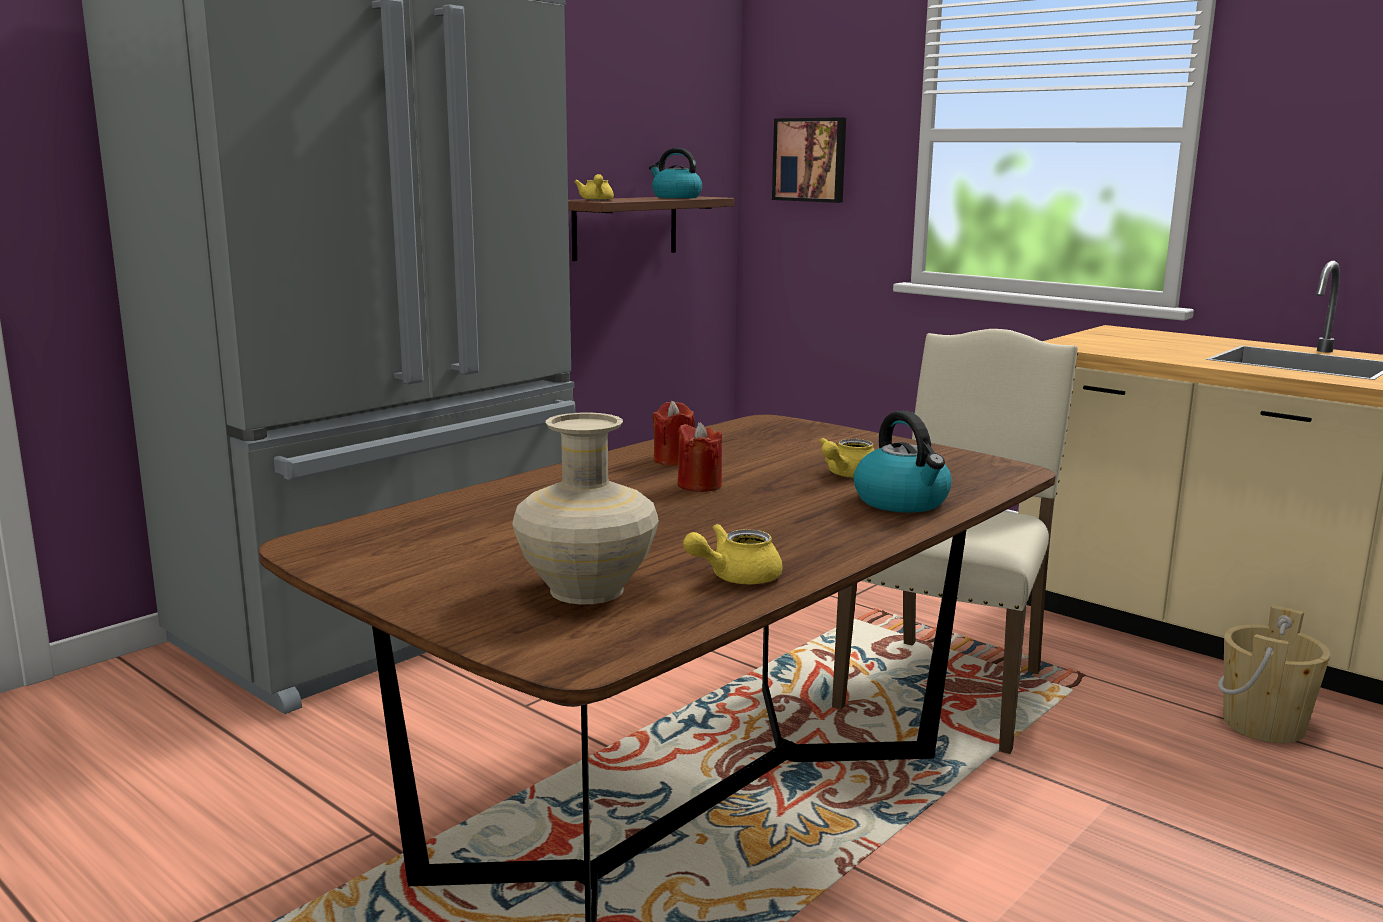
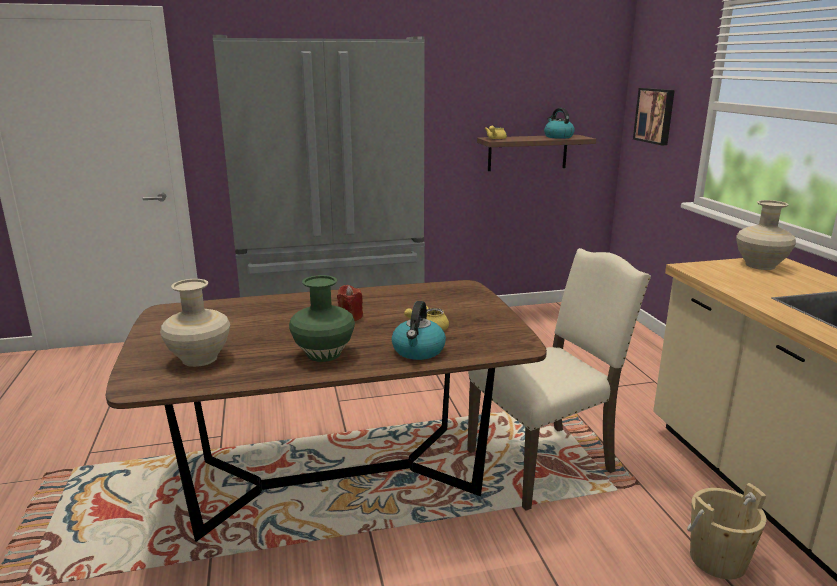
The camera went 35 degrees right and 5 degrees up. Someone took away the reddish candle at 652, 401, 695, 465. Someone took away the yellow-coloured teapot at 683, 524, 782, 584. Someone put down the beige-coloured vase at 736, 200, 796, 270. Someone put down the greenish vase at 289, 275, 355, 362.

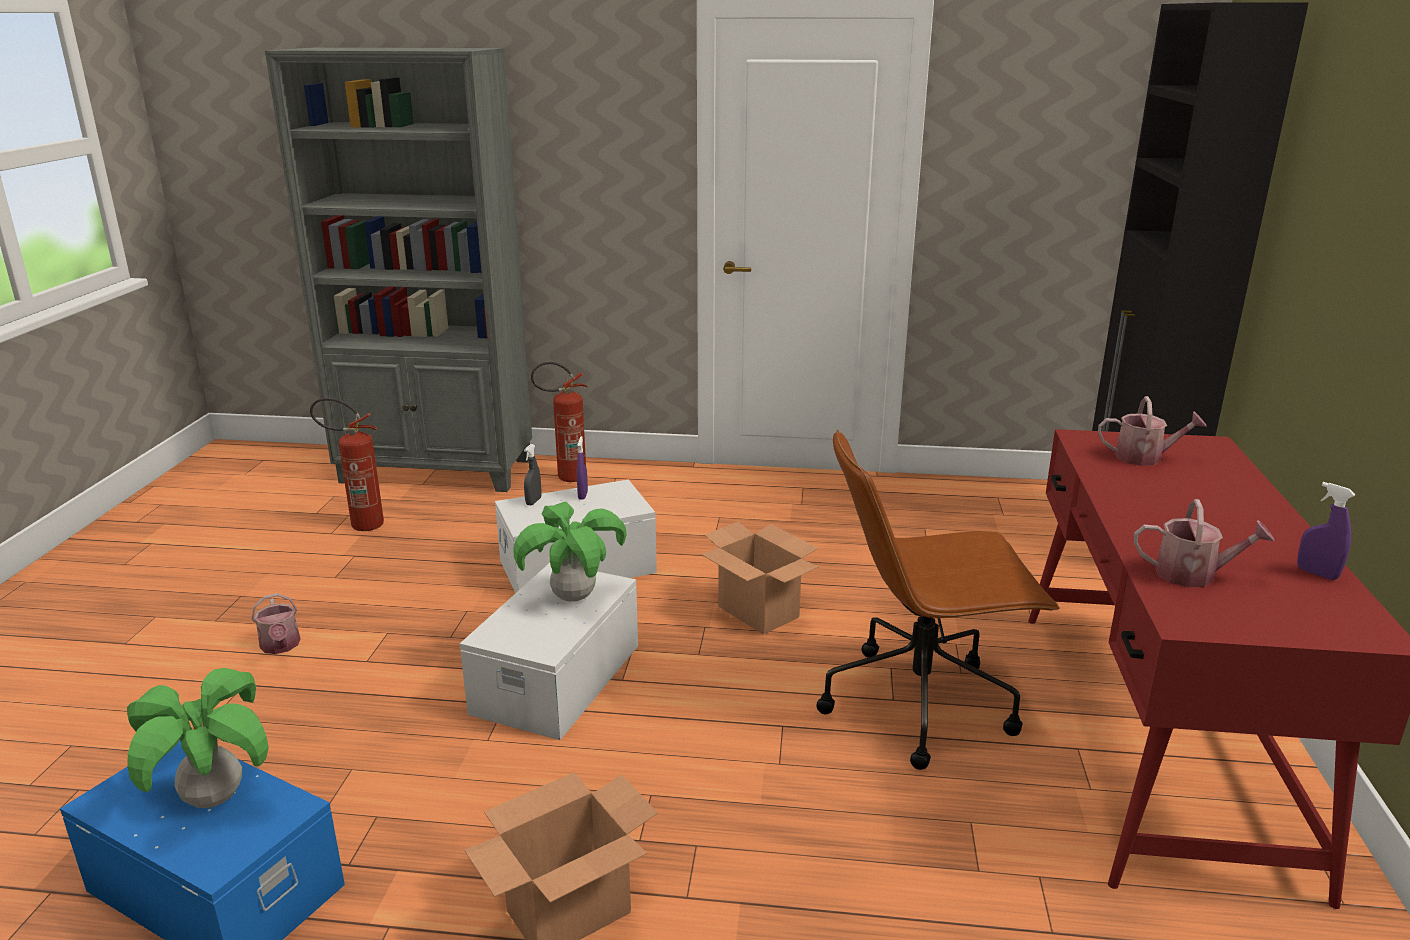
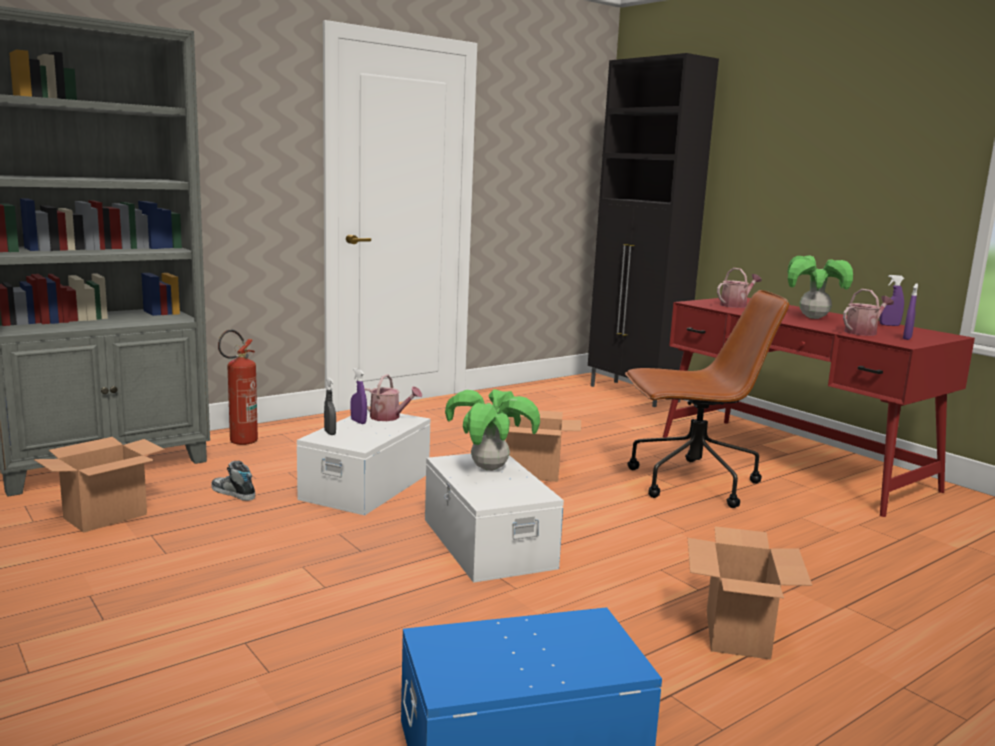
The camera went 45 degrees left and 10 degrees down. Someone swapped the extinguisher at 310, 398, 384, 531 for the cardboard box at 34, 437, 165, 533. Someone rotated the brown-coloured computer chair at 817, 430, 1060, 770 by 135 degrees counterclockwise. Someone carried the watering can from 251, 593, 301, 654 to 364, 374, 422, 421. Someone carried the houseplant from 127, 668, 269, 808 to 788, 256, 853, 319. Someone put down the purple-coloured spray bottle at 903, 283, 918, 340. Someone put down the low shoe at 211, 461, 255, 501.

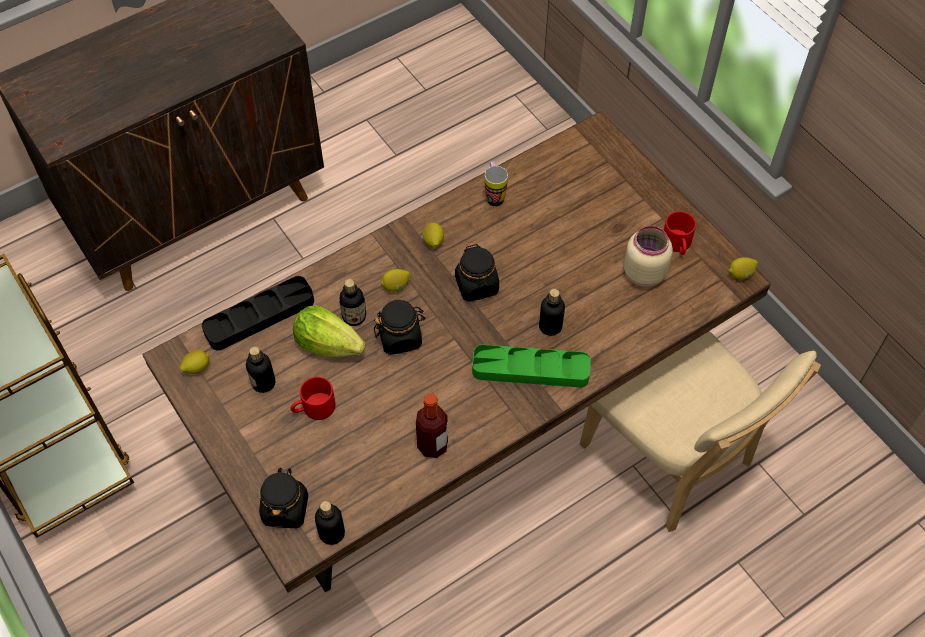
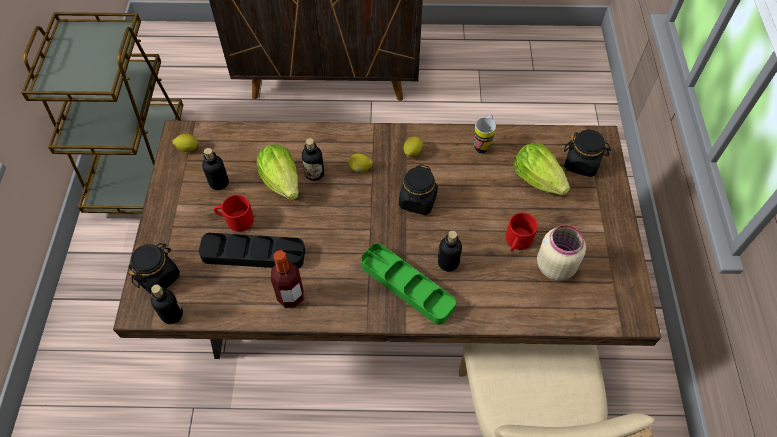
The camera went 35 degrees right and 0 degrees up. Someone carried the reddish tea mug from 664, 211, 696, 255 to 506, 213, 538, 252. Someone took away the lemon at 729, 257, 758, 280. Someone carried the black-coloured tray from 202, 276, 314, 350 to 198, 233, 305, 269. Someone carried the black-coloured jar from 374, 300, 426, 355 to 564, 130, 611, 177. Someone put down the lettuce head at 514, 143, 570, 195.

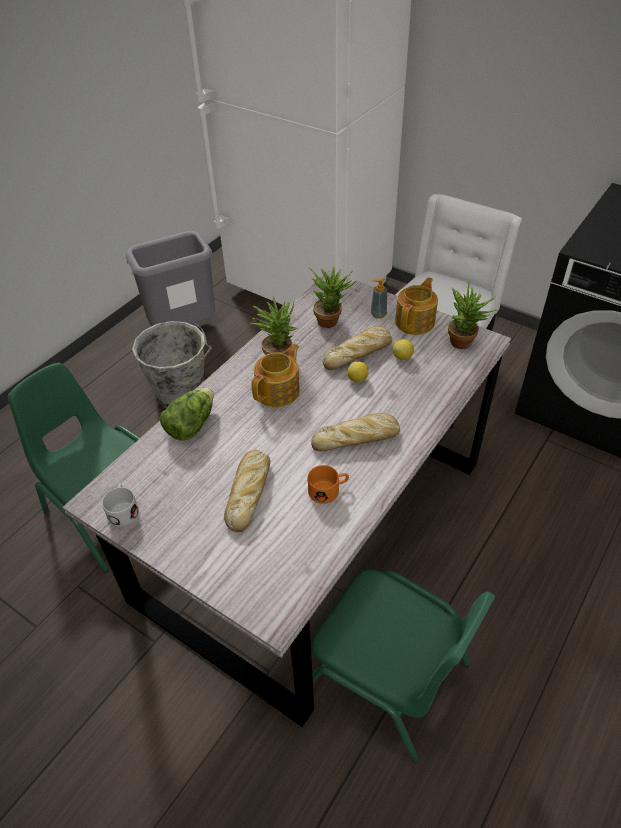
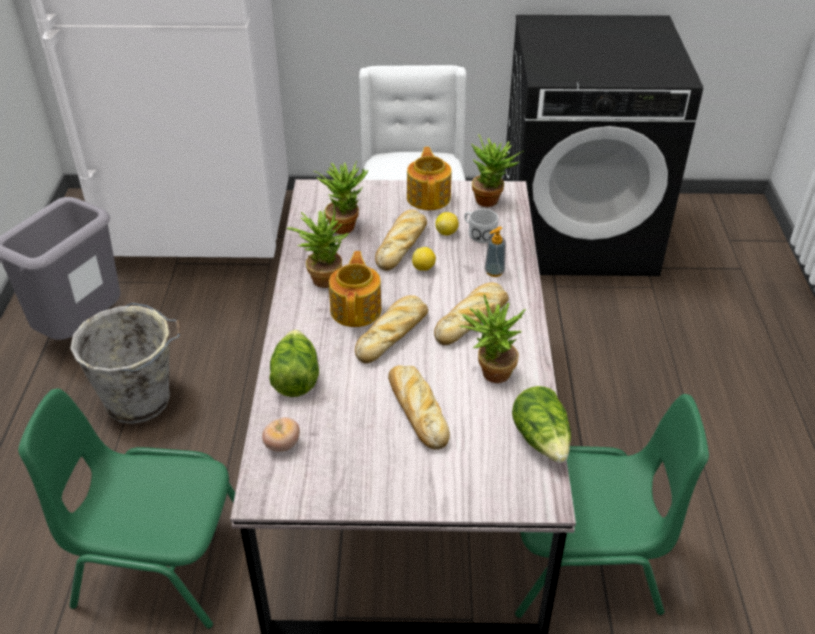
The camera went 35 degrees left and 5 degrees down. Someone carried the soap bottle from 371, 278, 387, 319 to 485, 226, 506, 277. Someone swapped the orange tea mug at 308, 465, 349, 504 for the houseplant at 460, 295, 526, 383. Someone carried the white-coloured tea mug from 102, 484, 139, 527 to 464, 209, 498, 243. Someone put down the bakery bread at 355, 295, 428, 364. Someone put down the lettuce head at 512, 386, 571, 463. Someone put down the tomato at 262, 417, 300, 452.

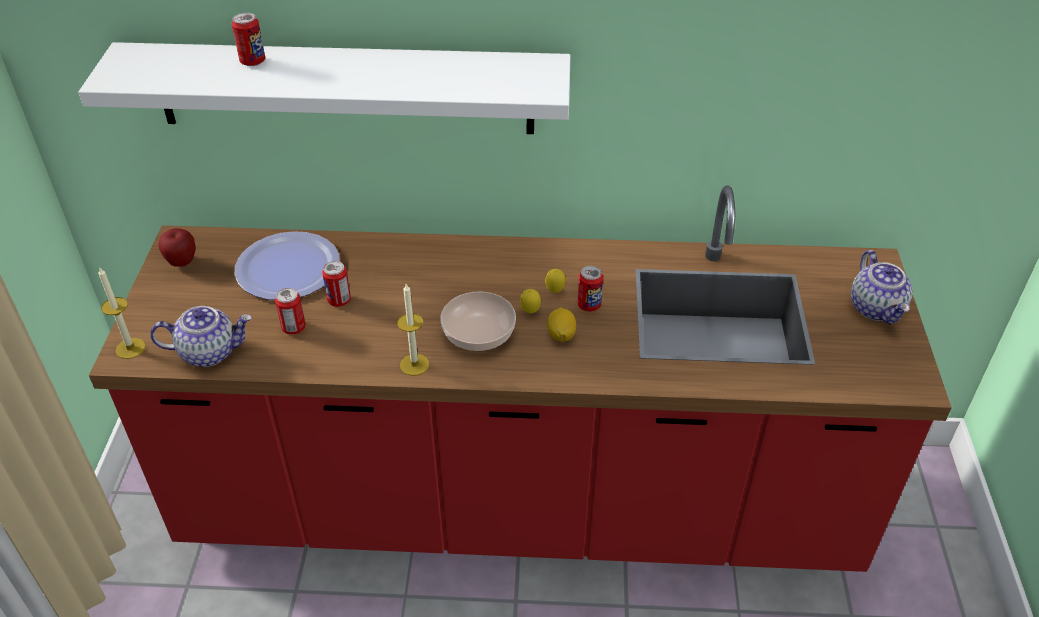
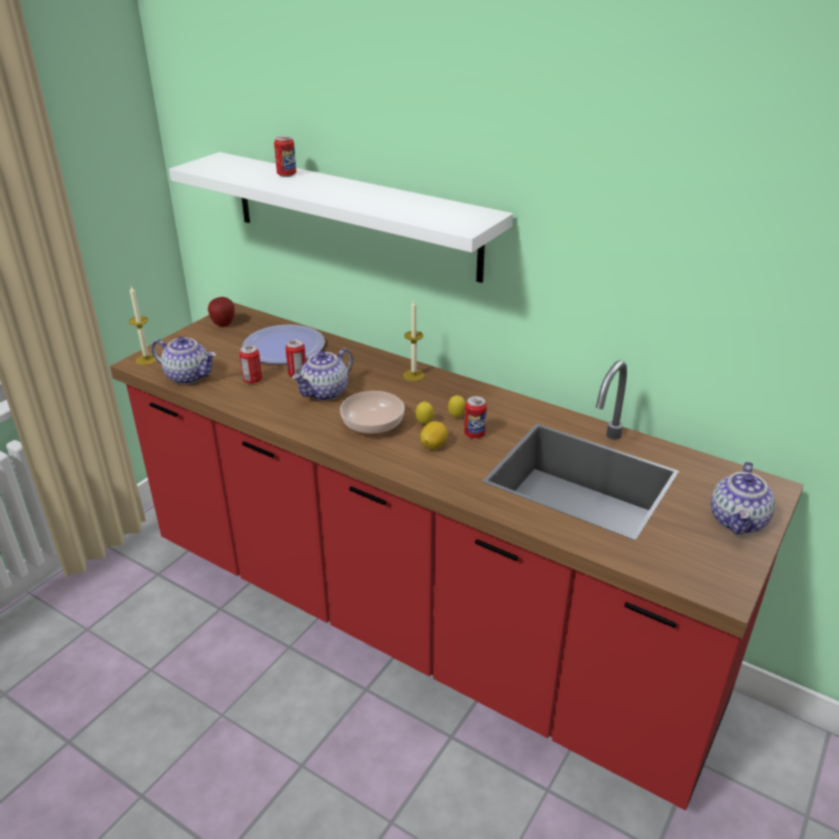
The camera went 30 degrees right and 10 degrees down. Someone carried the candle from 397, 284, 429, 376 to 403, 301, 425, 381. Someone put down the teapot at 292, 348, 353, 401.

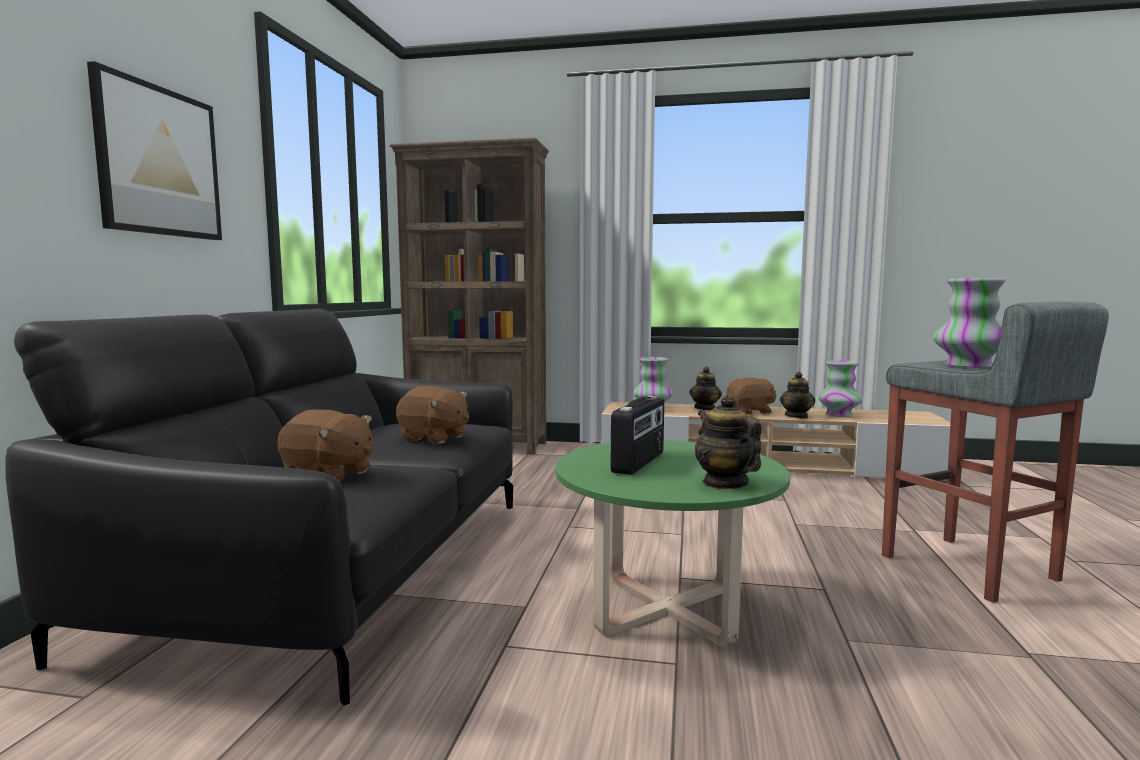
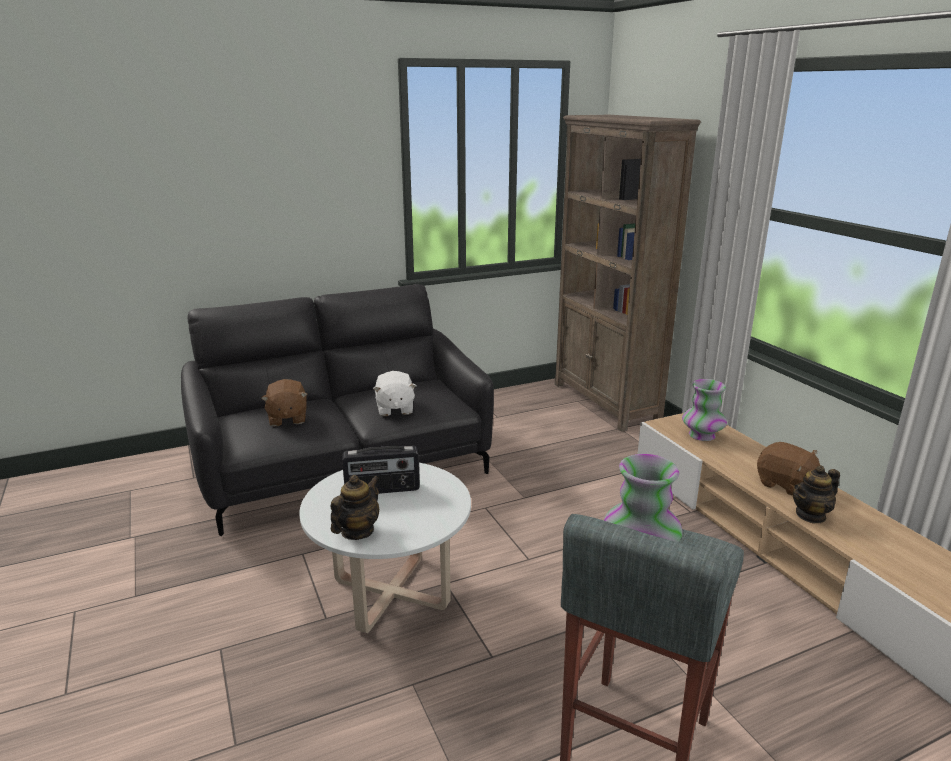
The camera went 55 degrees right and 15 degrees up. Someone took away the picture at 87, 61, 222, 240. Someone took away the vase at 818, 360, 863, 417. Someone took away the teapot at 689, 367, 722, 410. Someone repainted the brown-coloured cuddly toy at 396, 386, 469, 444, which became the white-coloured cuddly toy at 373, 371, 416, 416. Someone repainted the greenish lounge table at 556, 440, 790, 647, which became the white-coloured lounge table at 299, 463, 471, 633.

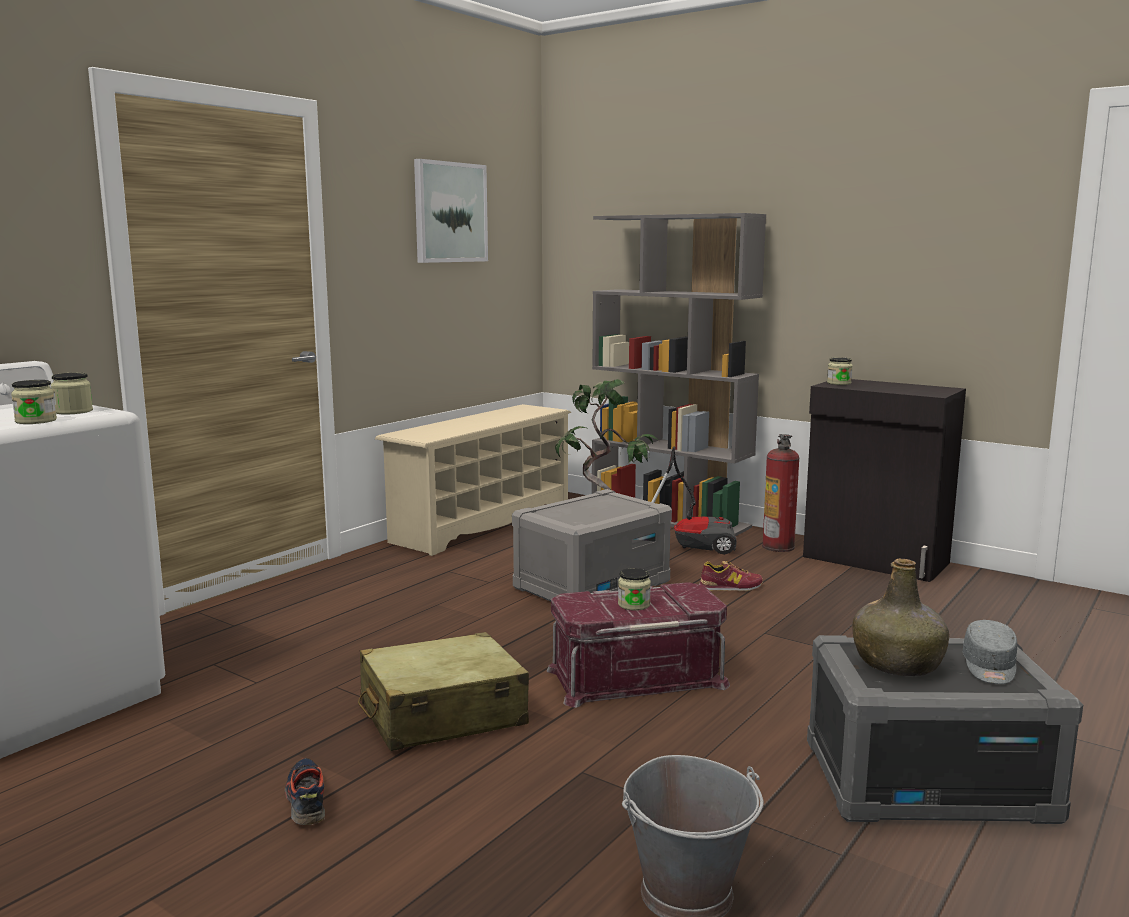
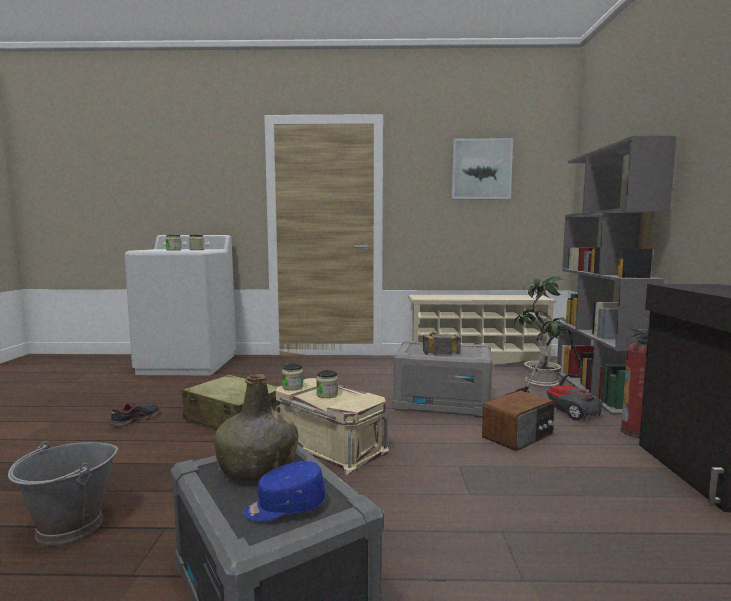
The camera went 55 degrees right and 5 degrees down. Someone carried the jar from 827, 357, 853, 385 to 282, 363, 303, 391. Someone swapped the low shoe at 699, 561, 763, 591 for the radio at 482, 391, 555, 451. Someone repainted the reddish storage container at 546, 582, 730, 708, which became the beige-coloured storage container at 275, 378, 391, 475. Someone repainted the greyish baseball cap at 963, 620, 1017, 684, which became the blue baseball cap at 243, 461, 325, 522. Someone put down the hand hammer at 423, 332, 461, 355.

